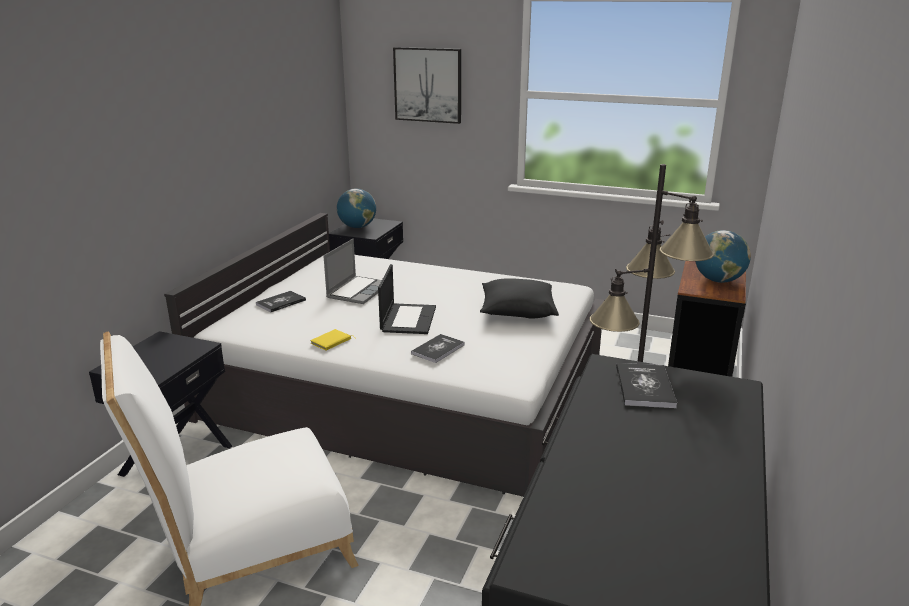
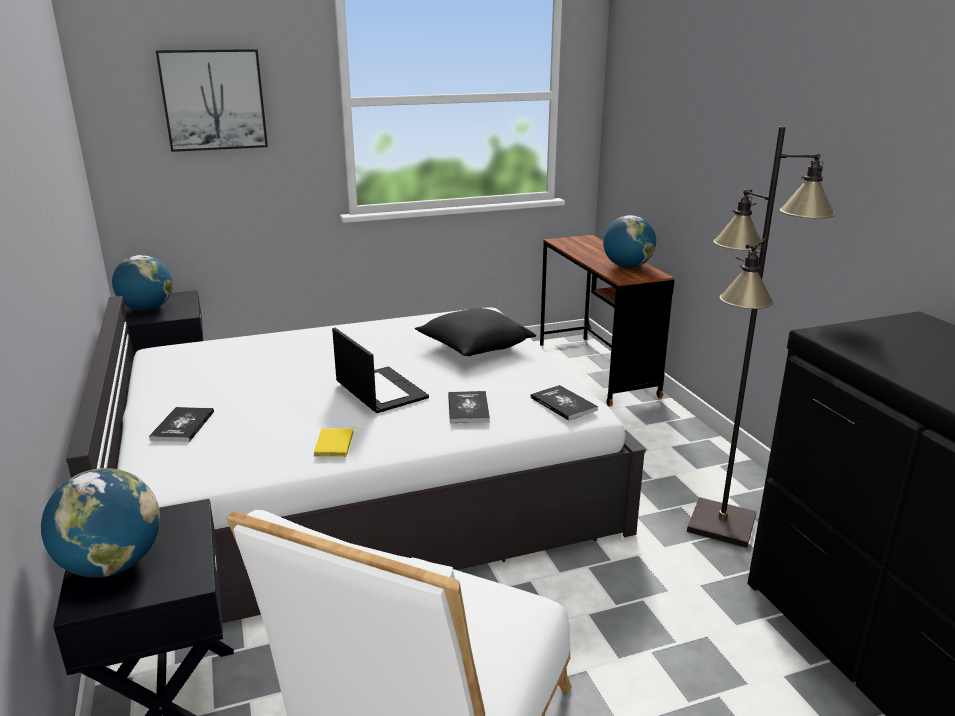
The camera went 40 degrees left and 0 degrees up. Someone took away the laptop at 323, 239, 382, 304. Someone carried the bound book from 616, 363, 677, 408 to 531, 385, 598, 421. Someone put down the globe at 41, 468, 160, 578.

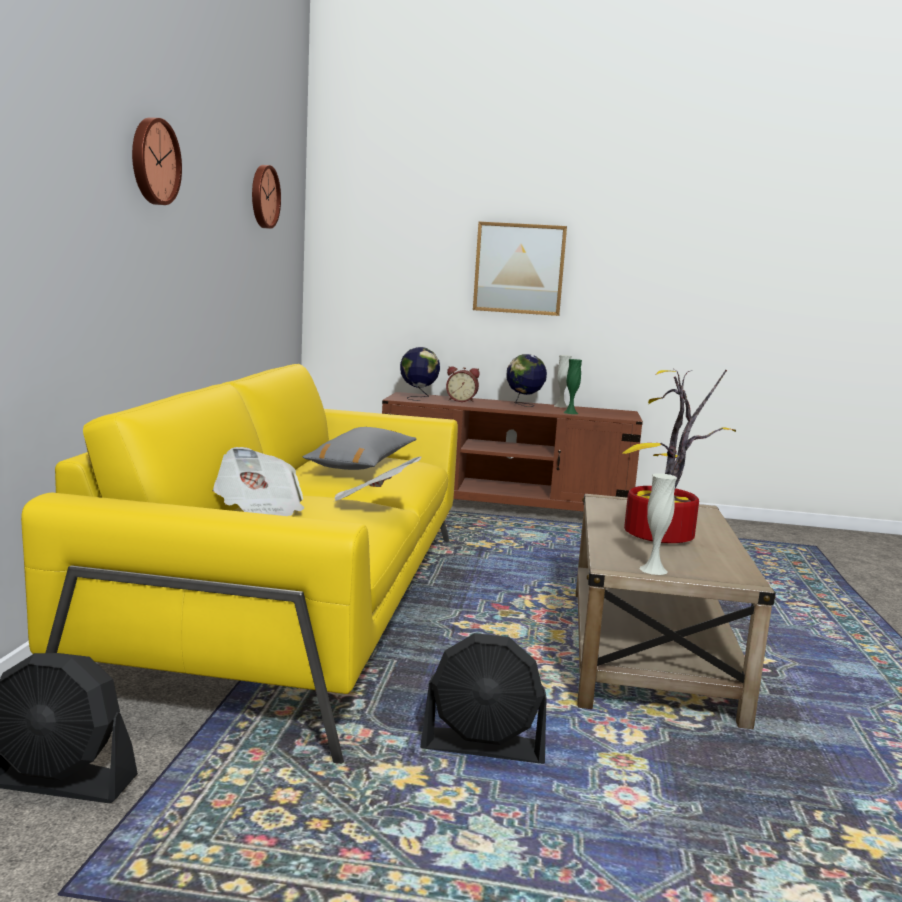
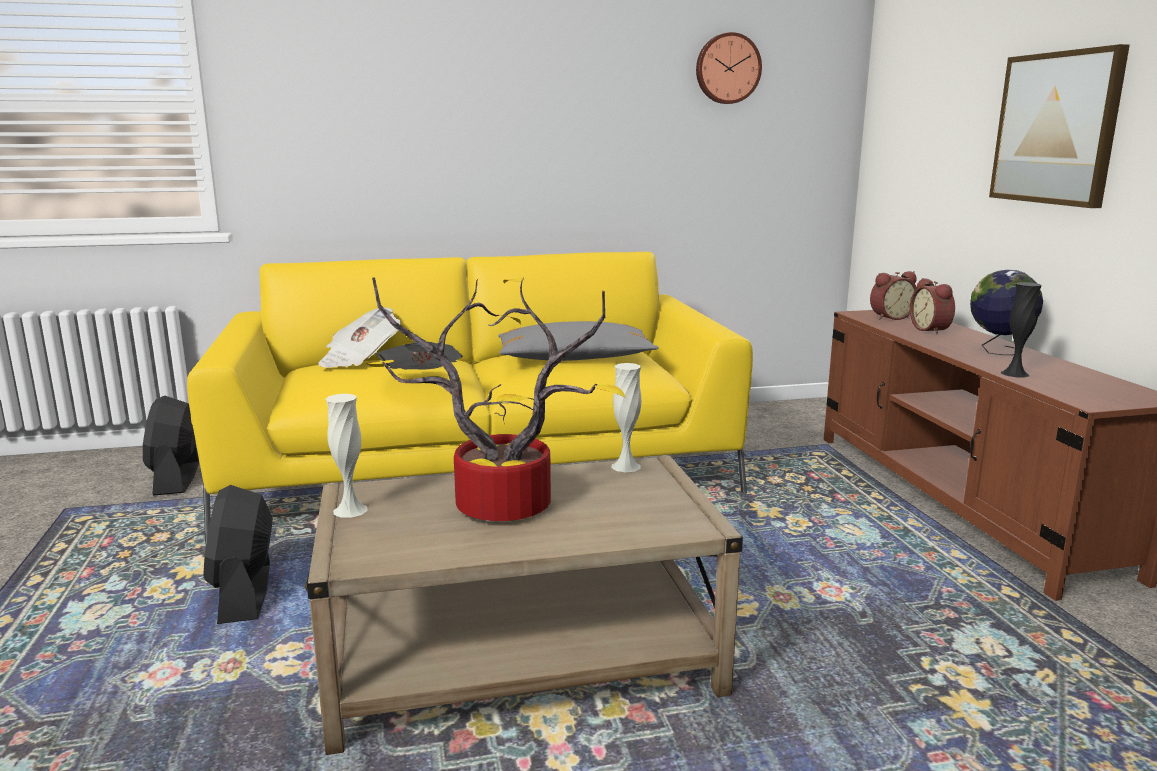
The camera went 70 degrees right and 5 degrees up. Someone took away the hanging clock at 132, 117, 182, 205. Someone swapped the globe at 400, 347, 440, 401 for the alarm clock at 870, 271, 917, 320. Someone carried the white-coloured vase from 554, 355, 572, 408 to 611, 363, 641, 472. Someone repainted the greenish vase at 563, 359, 582, 414, which became the black-coloured vase at 1001, 282, 1042, 377.

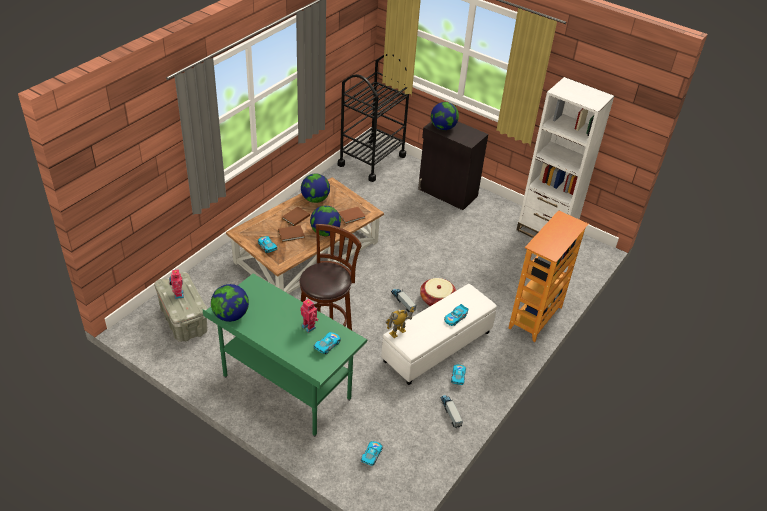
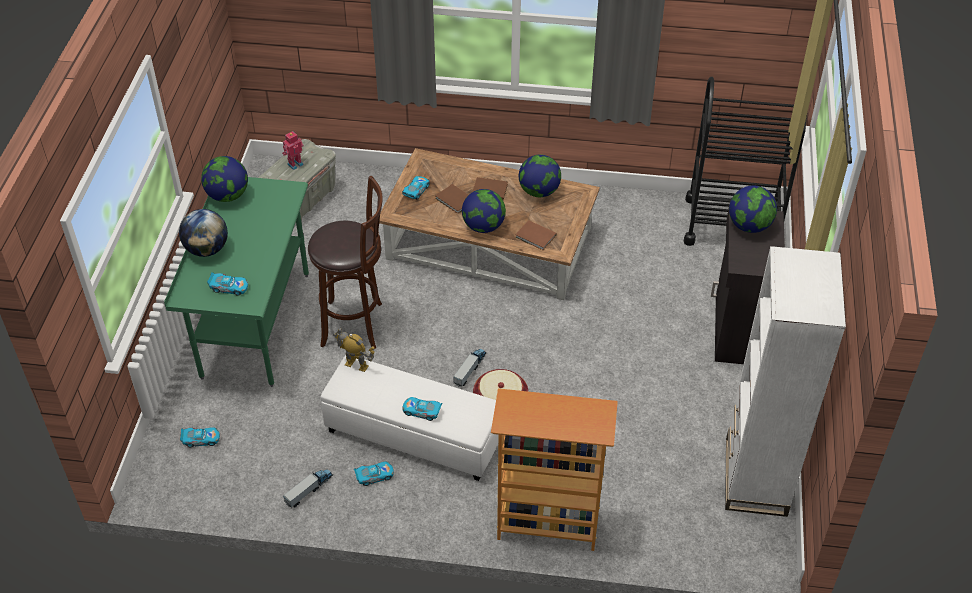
The camera went 65 degrees right and 5 degrees up. Someone took away the toy robot at 300, 299, 319, 333. Someone put down the globe at 179, 209, 228, 257.

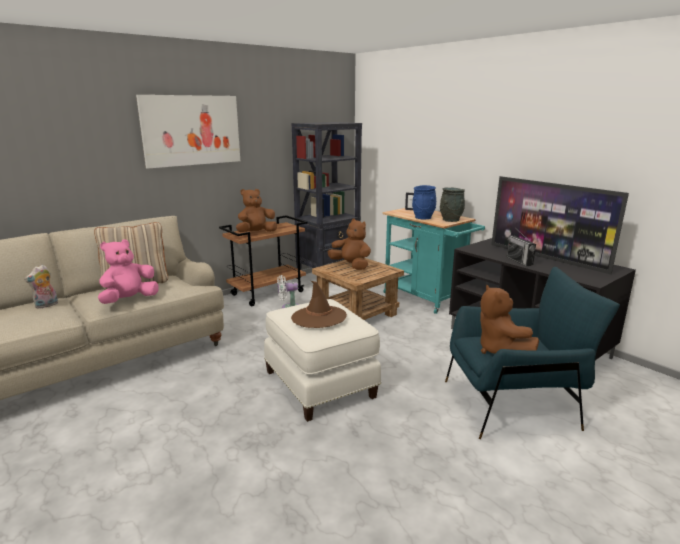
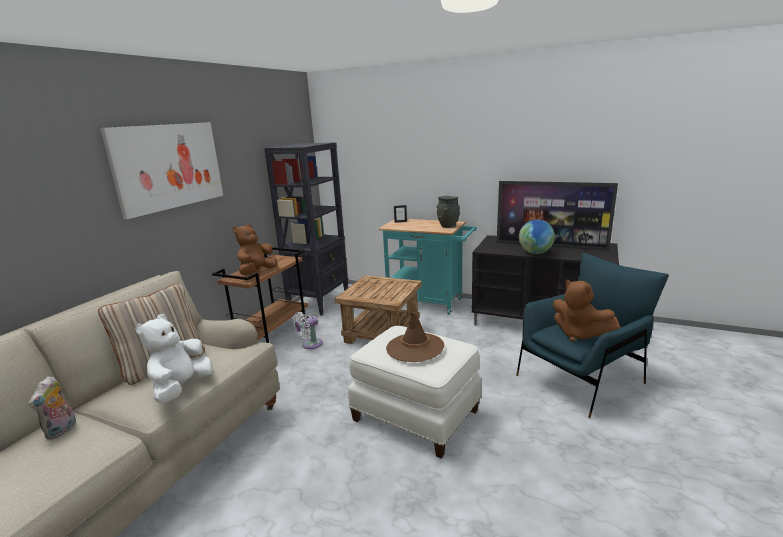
The camera went 25 degrees left and 0 degrees up. Someone took away the blue vase at 412, 185, 436, 219. Someone took away the brown-coloured cuddly toy at 328, 218, 371, 270. Someone swapped the radio at 507, 229, 536, 266 for the globe at 519, 220, 555, 254. Someone repainted the pinkish cuddly toy at 98, 239, 159, 304, which became the white-coloured cuddly toy at 135, 314, 213, 404.

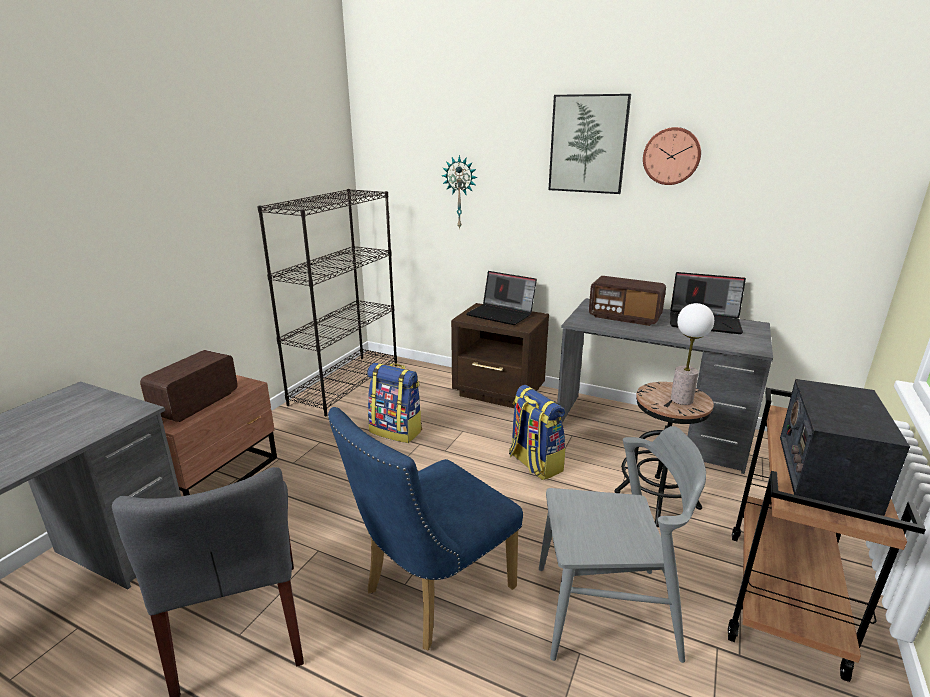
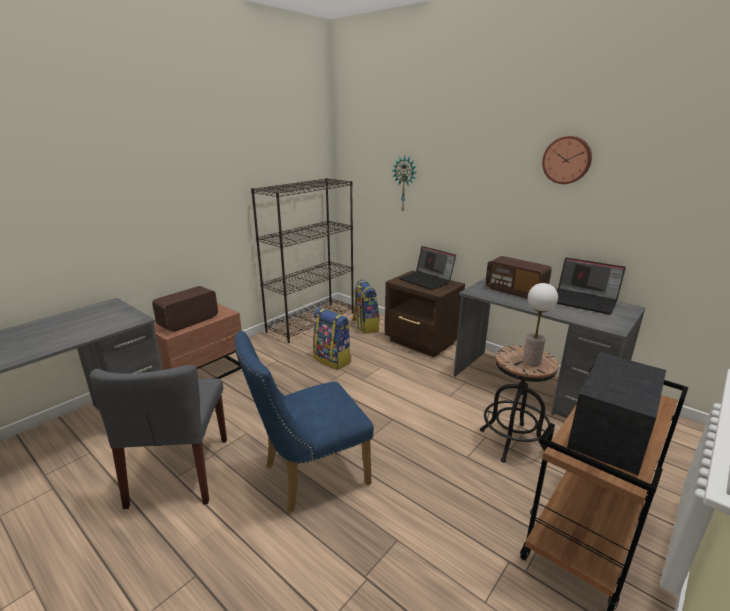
The camera went 15 degrees right and 0 degrees up. Someone took away the picture at 548, 94, 631, 194. Someone carried the backpack from 509, 385, 565, 480 to 352, 280, 380, 334. Someone took away the greyish upright chair at 539, 426, 706, 663.

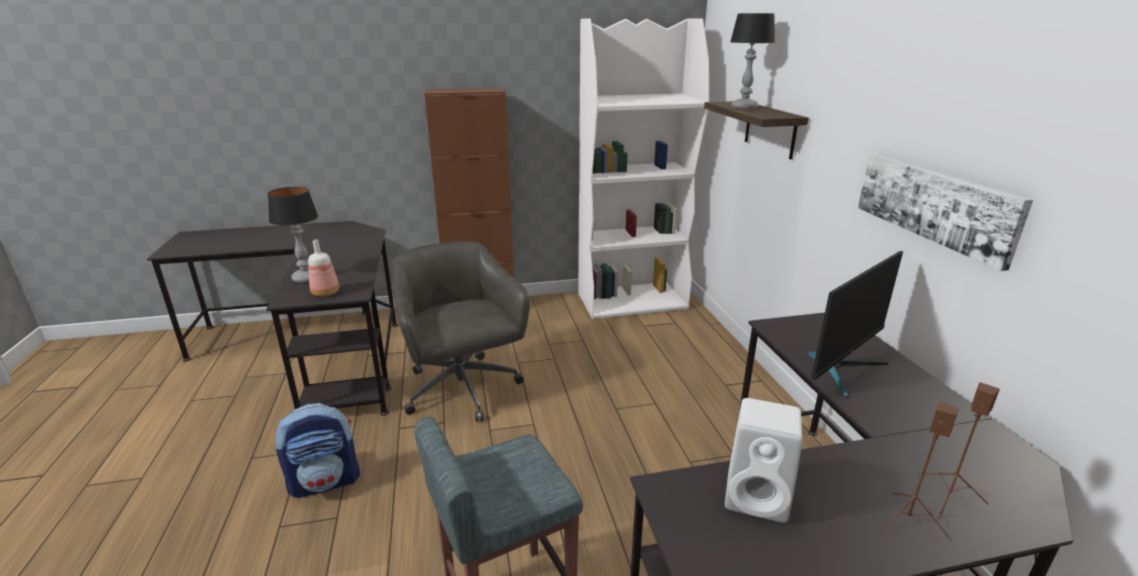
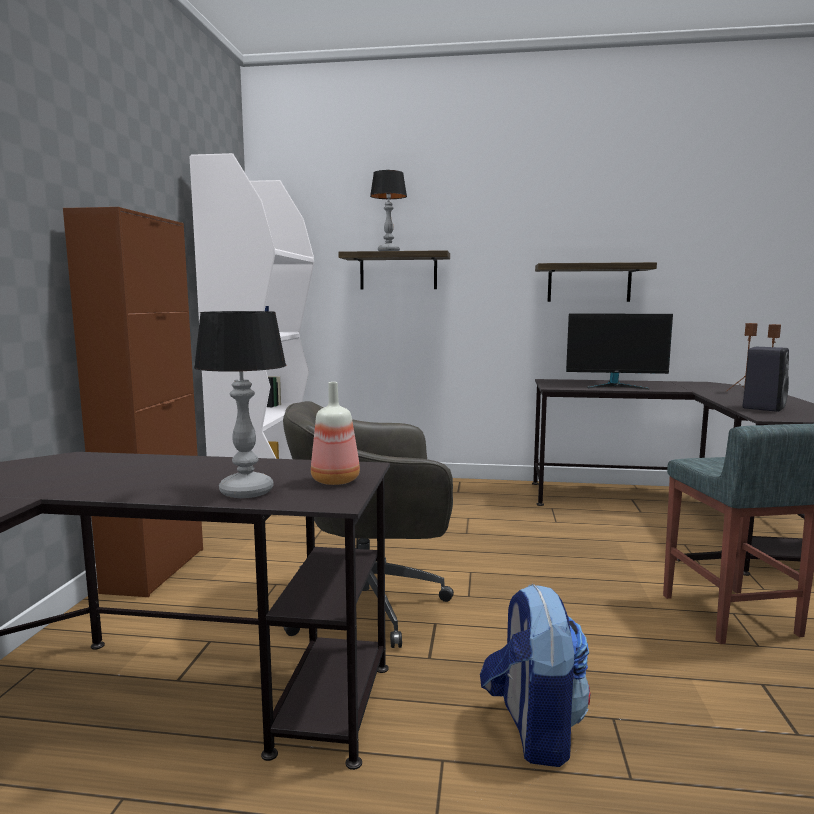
The camera went 70 degrees left and 15 degrees down. Someone swapped the picture at 858, 153, 1033, 271 for the bracket shelf at 535, 262, 657, 302. Someone rotated the computer display at 808, 251, 903, 398 by 120 degrees clockwise. Someone repainted the white-coloured loudspeaker at 725, 398, 802, 523, which became the black-coloured loudspeaker at 743, 347, 789, 412.

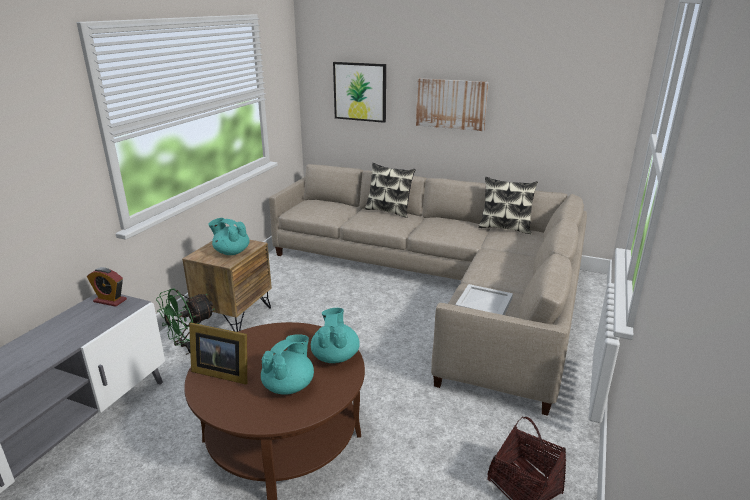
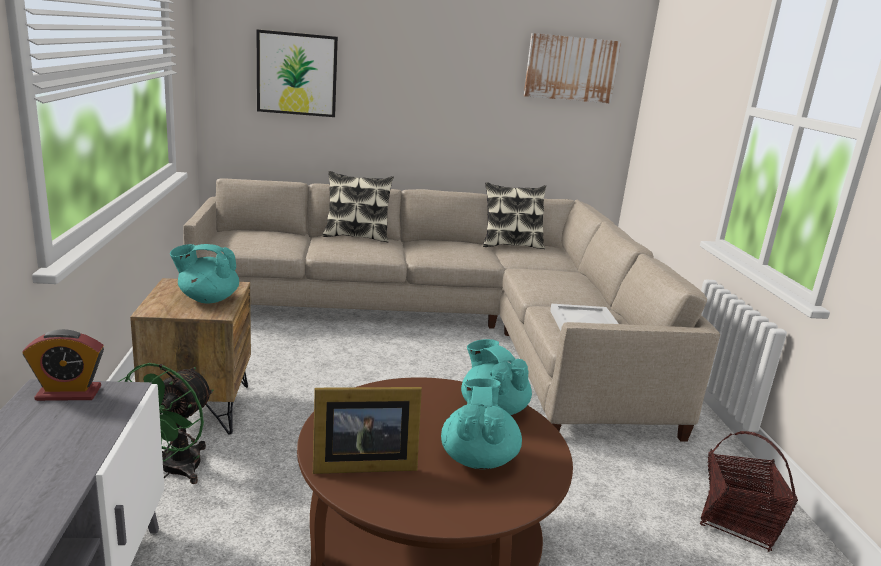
The camera went 30 degrees left and 5 degrees down. Someone carried the picture from 416, 78, 488, 131 to 524, 33, 621, 104.

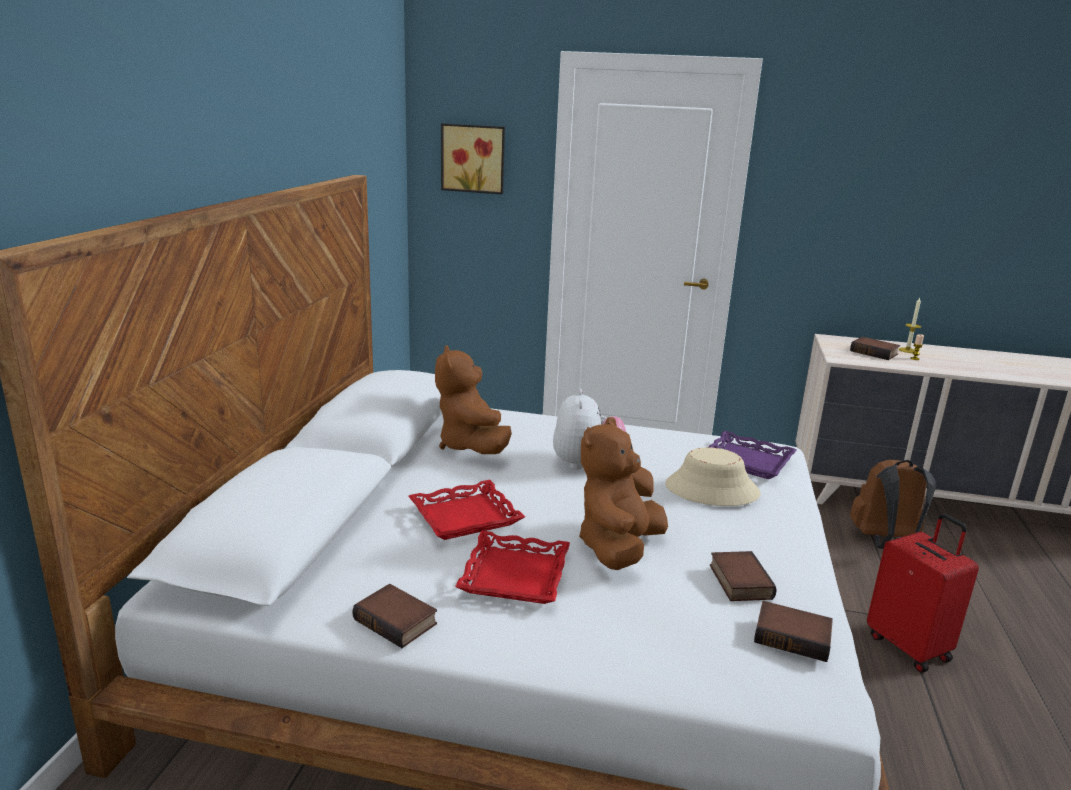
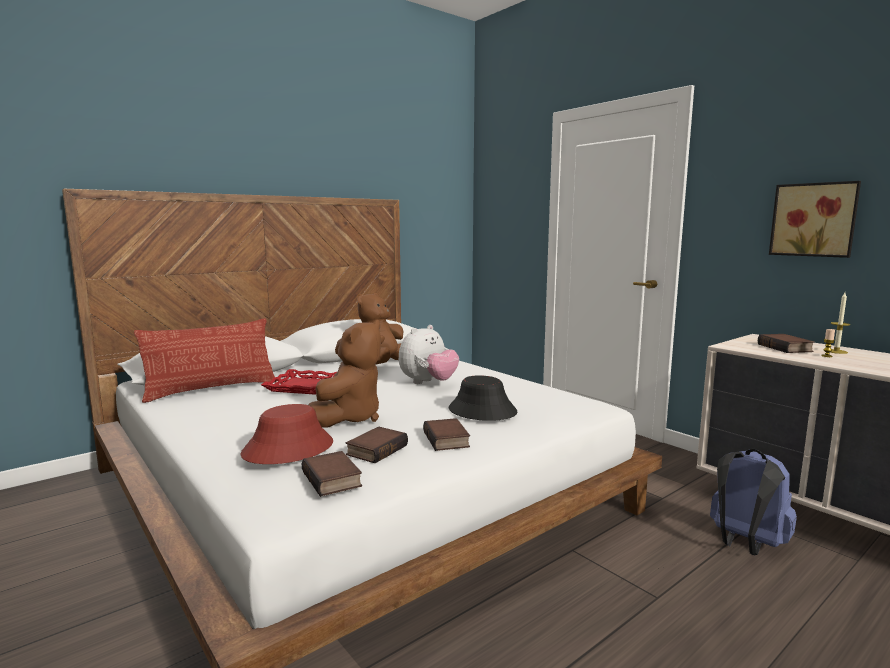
The camera went 40 degrees right and 10 degrees down. Someone carried the picture from 441, 123, 505, 194 to 769, 181, 861, 258. Someone rotated the brown-coloured cuddly toy at 579, 417, 668, 570 by 135 degrees clockwise. Someone took away the purple-coloured tray at 709, 431, 797, 479. Someone repainted the beige-coloured hat at 665, 447, 760, 506, which became the black-coloured hat at 449, 375, 517, 421. Someone repainted the brown-coloured backpack at 850, 460, 935, 549, which became the blue backpack at 710, 449, 797, 555. Someone took away the reddish piece of luggage at 867, 513, 979, 673. Someone took away the reddish tray at 455, 531, 570, 604. Someone carried the bound book from 353, 584, 437, 648 to 423, 418, 470, 451. Someone put down the pillow at 134, 318, 277, 403. Someone put down the reddish hat at 240, 404, 333, 464.

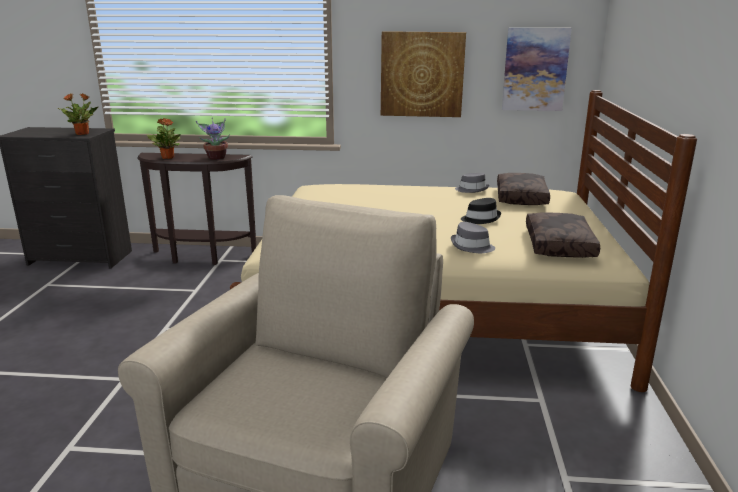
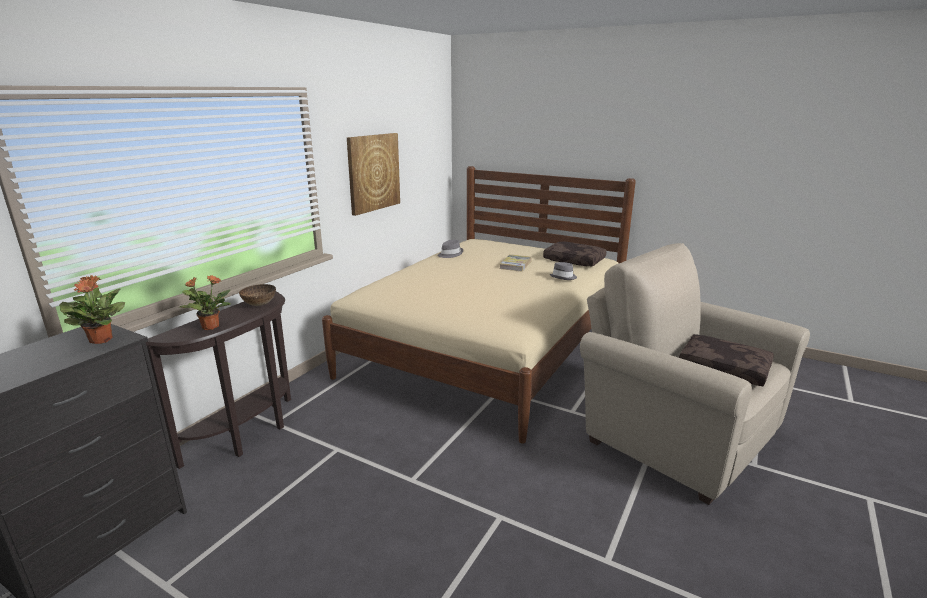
The camera went 65 degrees left and 0 degrees up. Someone took away the picture at 502, 27, 572, 111. Someone swapped the houseplant at 196, 118, 230, 160 for the bowl at 239, 284, 276, 306. Someone carried the brown-coloured pillow from 497, 173, 550, 205 to 679, 334, 774, 386. Someone swapped the black-coloured hat at 461, 198, 501, 224 for the bound book at 500, 254, 532, 272.

